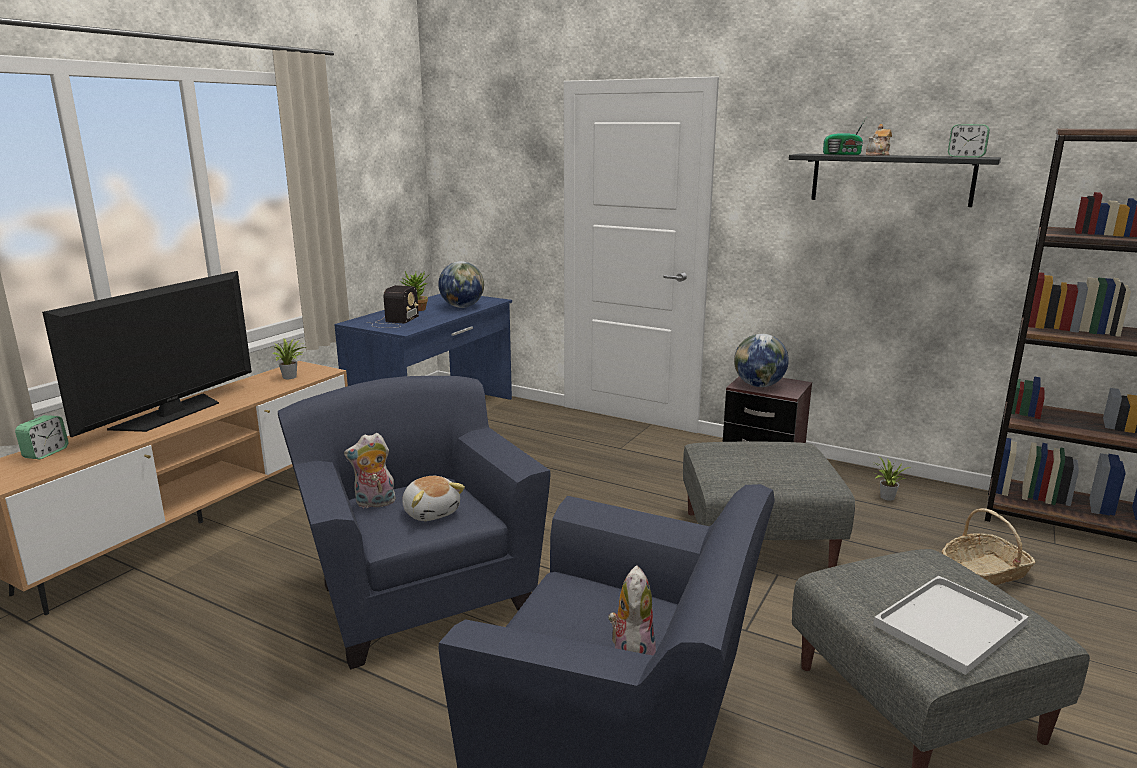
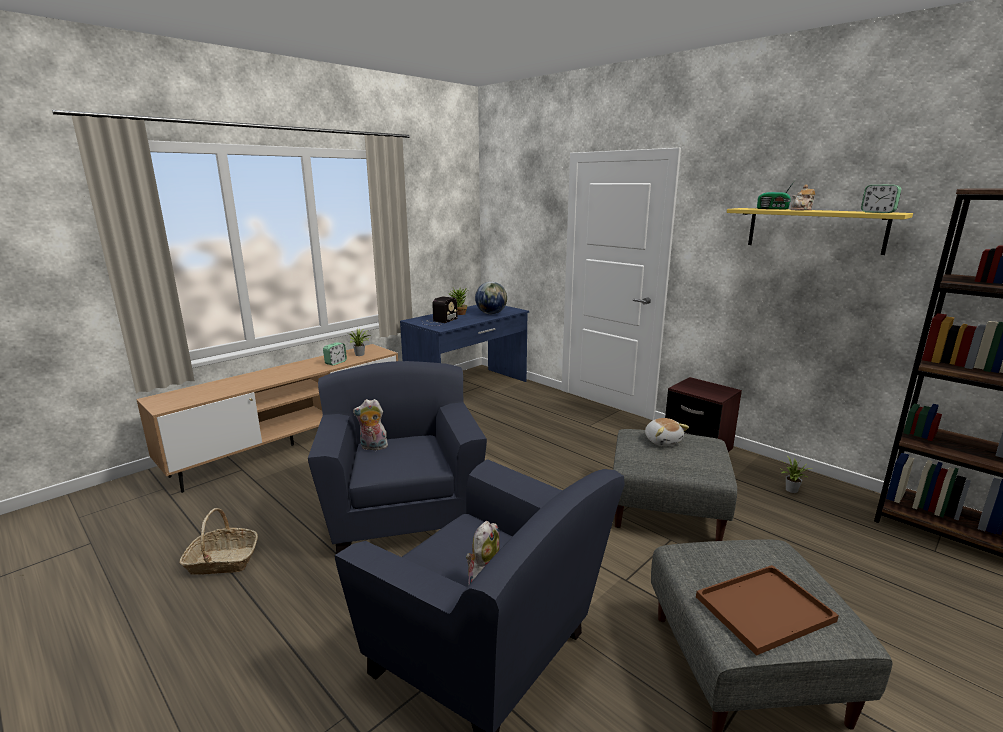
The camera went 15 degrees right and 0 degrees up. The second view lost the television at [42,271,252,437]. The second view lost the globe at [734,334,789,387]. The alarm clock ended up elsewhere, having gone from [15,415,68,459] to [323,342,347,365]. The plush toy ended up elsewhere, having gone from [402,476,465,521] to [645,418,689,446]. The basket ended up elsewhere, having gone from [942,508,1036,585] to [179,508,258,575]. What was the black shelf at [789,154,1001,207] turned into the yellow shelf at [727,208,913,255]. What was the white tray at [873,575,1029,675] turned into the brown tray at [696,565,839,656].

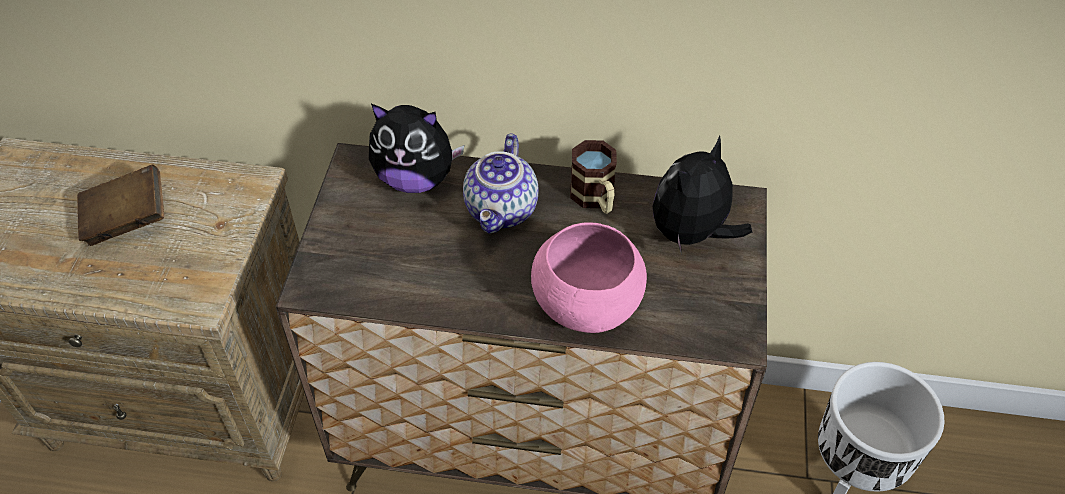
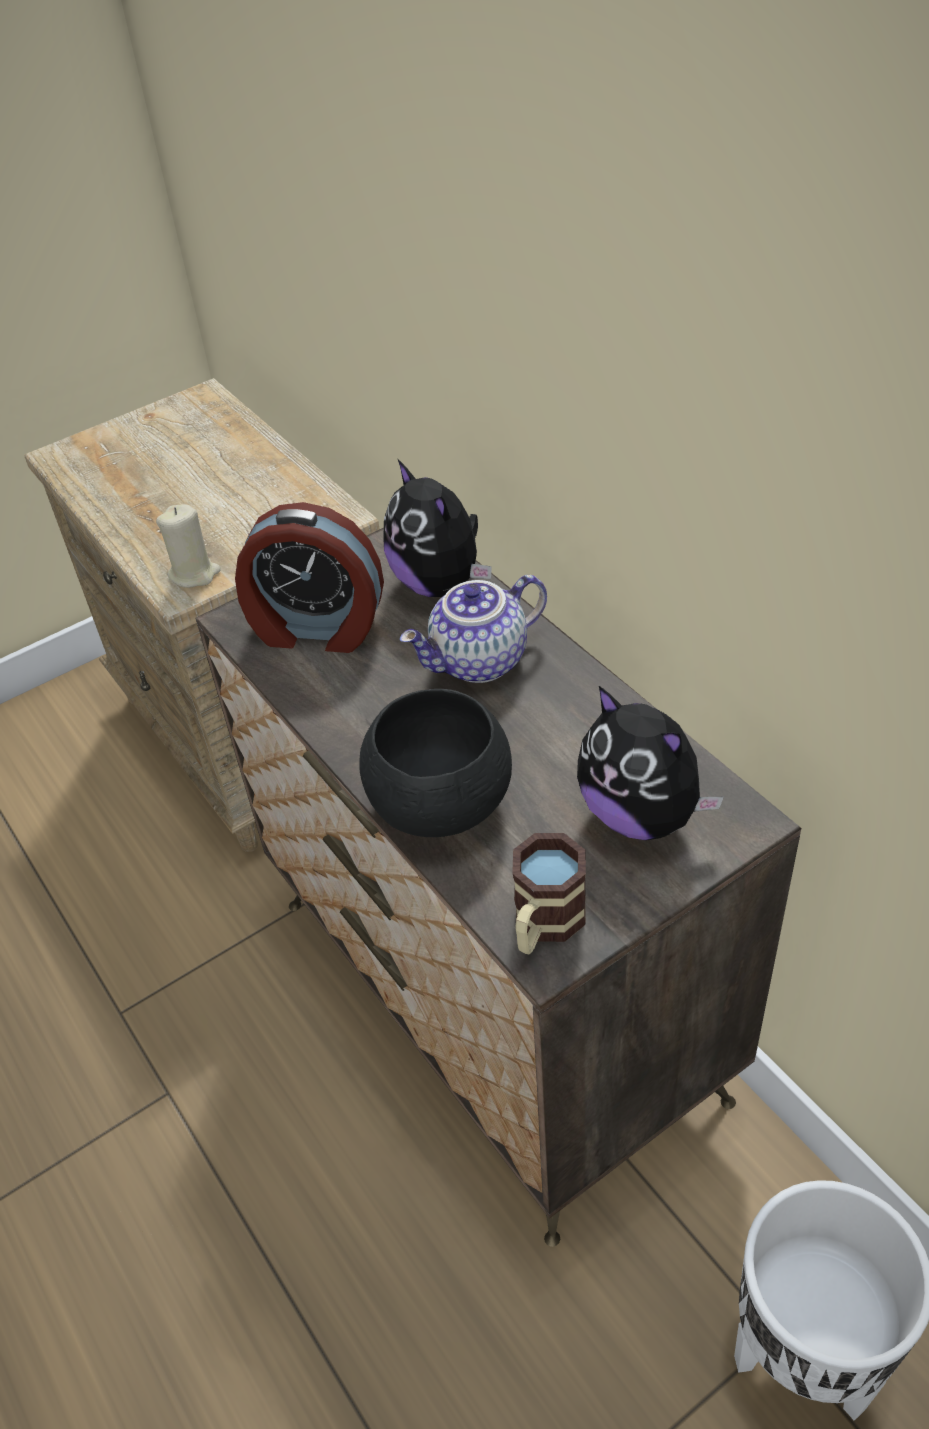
The camera went 50 degrees right and 5 degrees down. The second view lost the brown book at [77,165,164,246]. The second view gained the beige candle at [156,504,221,588]. The second view gained the alarm clock at [235,502,384,653]. The mug ended up elsewhere, having gone from [570,140,617,214] to [512,833,586,954]. What was the pink bowl at [531,222,647,333] turned into the black bowl at [359,689,512,837]. The plush toy at [652,136,752,255] ended up facing another way, 135 degrees counterclockwise from before.

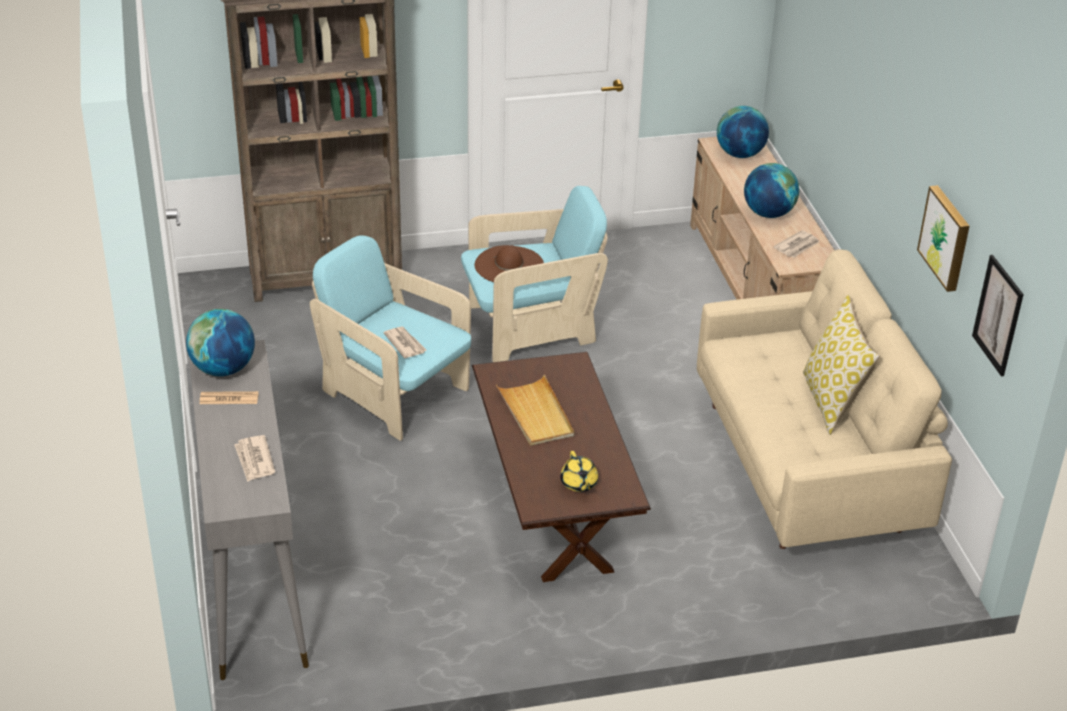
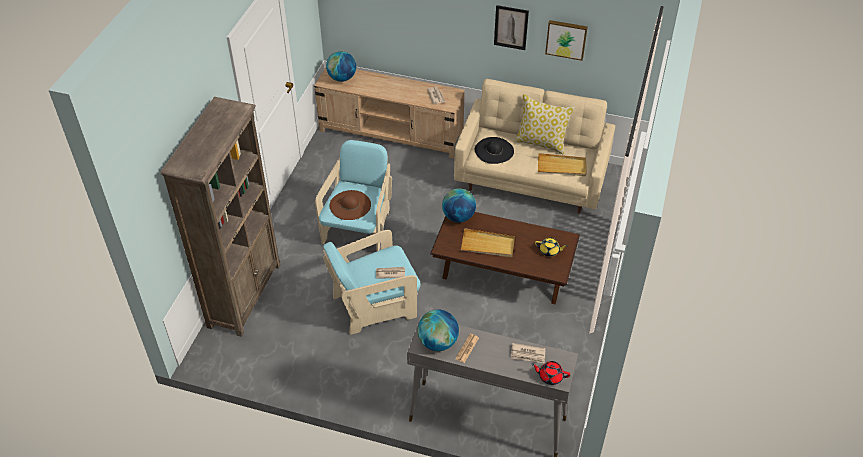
The camera went 60 degrees left and 10 degrees up. The second view gained the black hat at [475,137,514,164]. The second view gained the red teapot at [532,361,570,385]. The second view gained the beige tray at [538,153,587,176]. The globe ended up elsewhere, having gone from [744,163,799,218] to [442,188,476,223]. The picture ended up elsewhere, having gone from [972,255,1024,376] to [494,5,529,50].

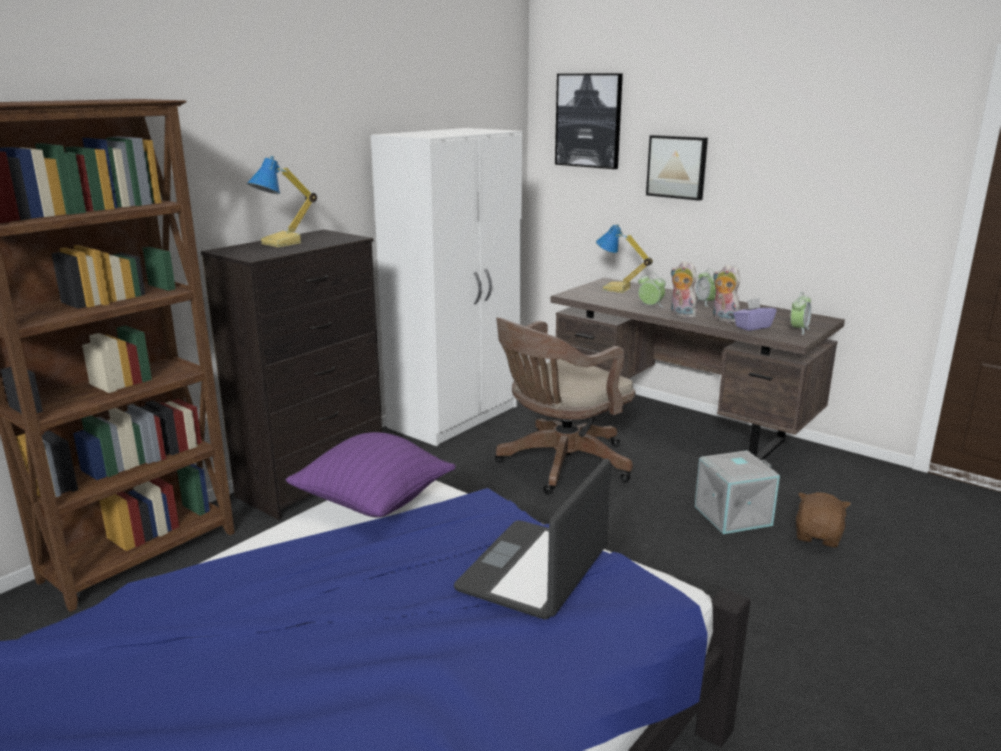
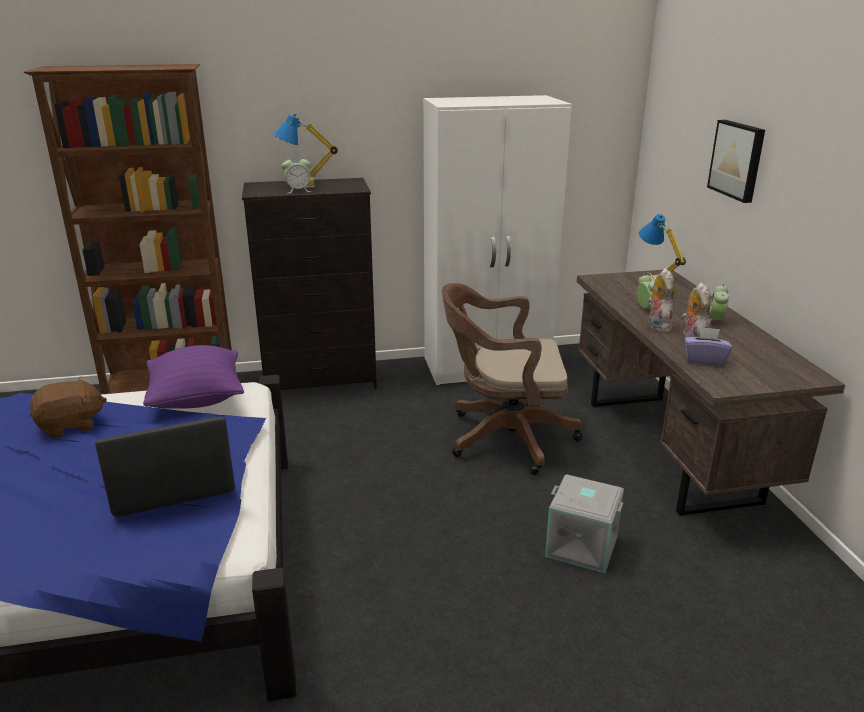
The camera went 40 degrees right and 5 degrees up. The second view lost the picture at [555,74,623,169]. The alarm clock ended up elsewhere, having gone from [790,292,811,335] to [281,154,311,194]. The brown plush toy ended up elsewhere, having gone from [796,492,851,547] to [30,376,107,438].

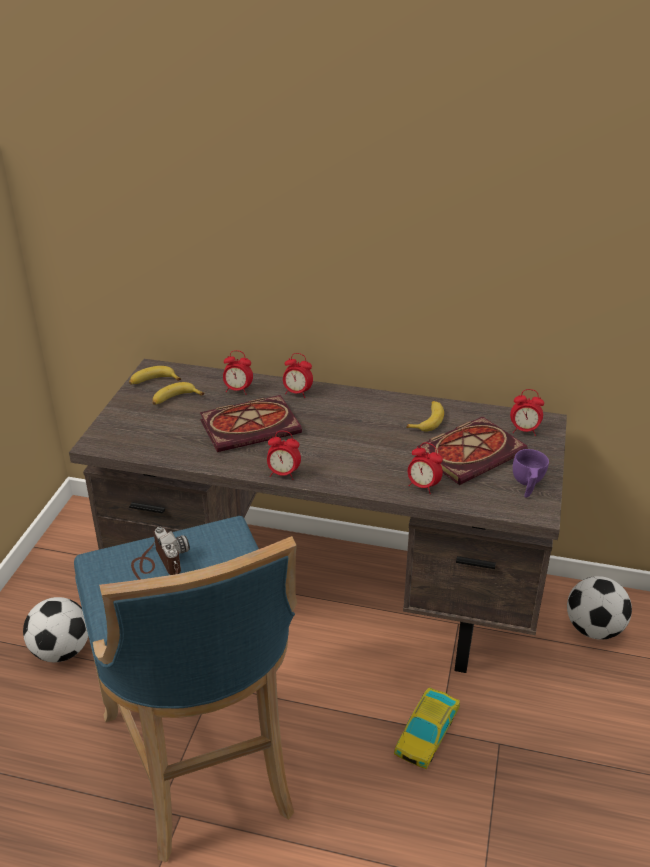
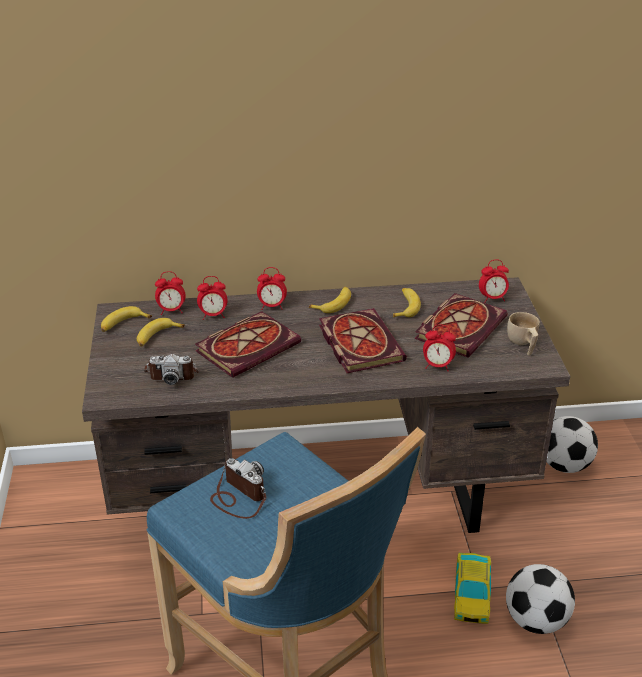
The camera went 20 degrees left and 0 degrees up. The second view gained the photo camera at [144,354,199,385]. The second view gained the banana at [309,287,351,313]. The second view gained the book at [319,308,407,373]. The football ended up elsewhere, having gone from [23,597,88,662] to [506,564,575,634]. The alarm clock ended up elsewhere, having gone from [267,431,301,480] to [155,271,186,315]. What was the purple cup at [513,449,549,498] turned into the beige cup at [507,312,540,356].

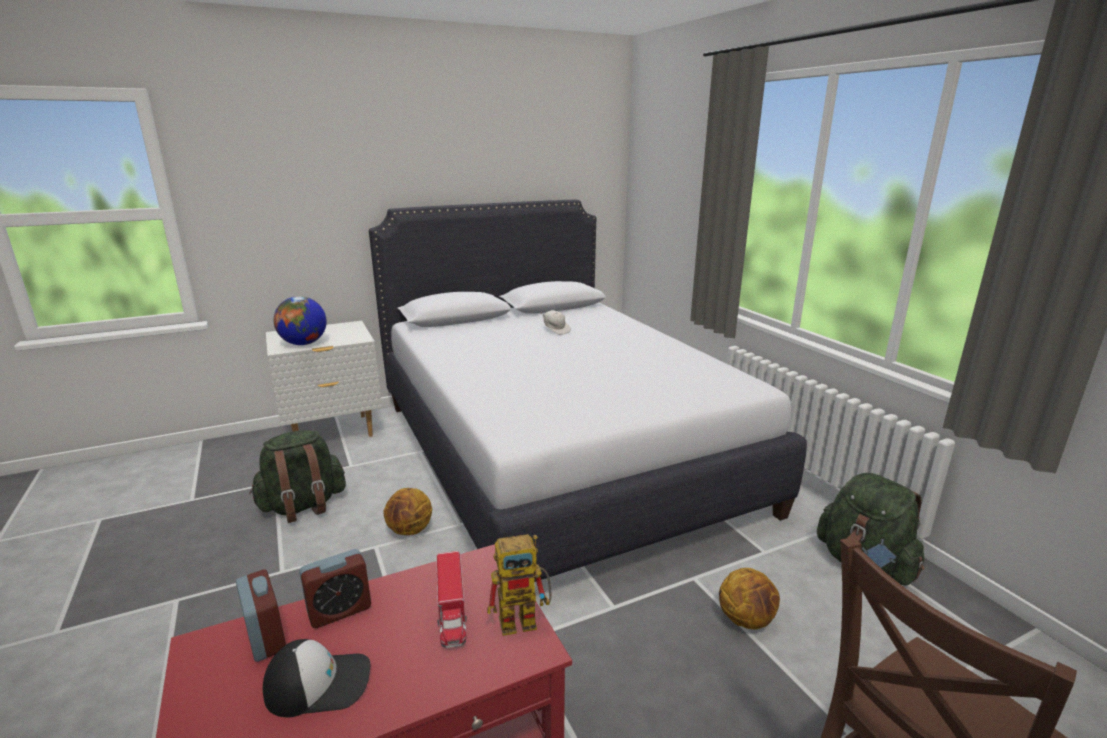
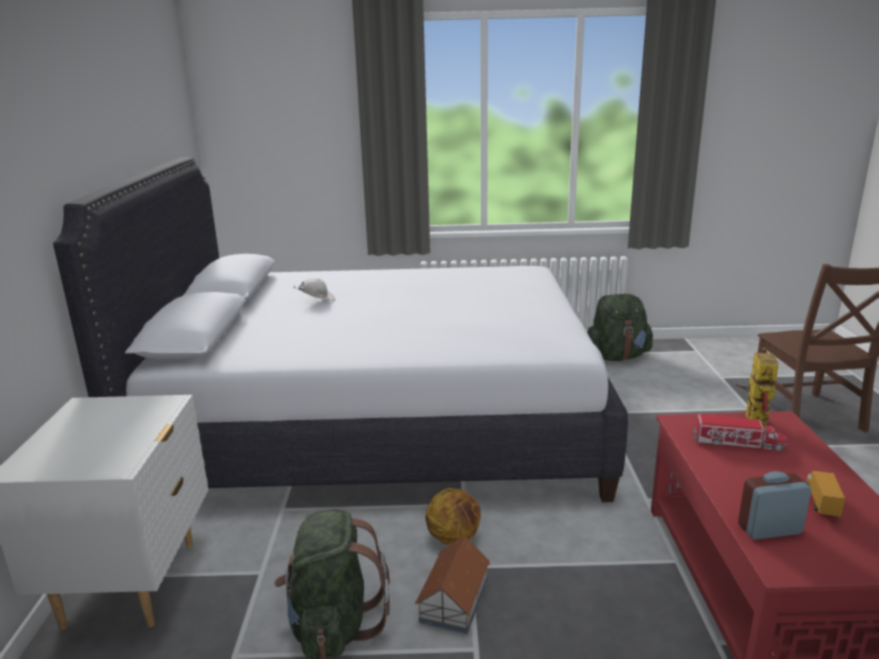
The camera went 65 degrees left and 0 degrees up. The second view lost the globe at [274,296,327,345]. The second view lost the alarm clock at [299,549,371,628]. The second view lost the basketball at [719,568,780,629]. The second view gained the toy house at [415,536,490,634]. Where the cap stood at [263,639,370,717], the toy truck came to stand at [806,471,845,517].

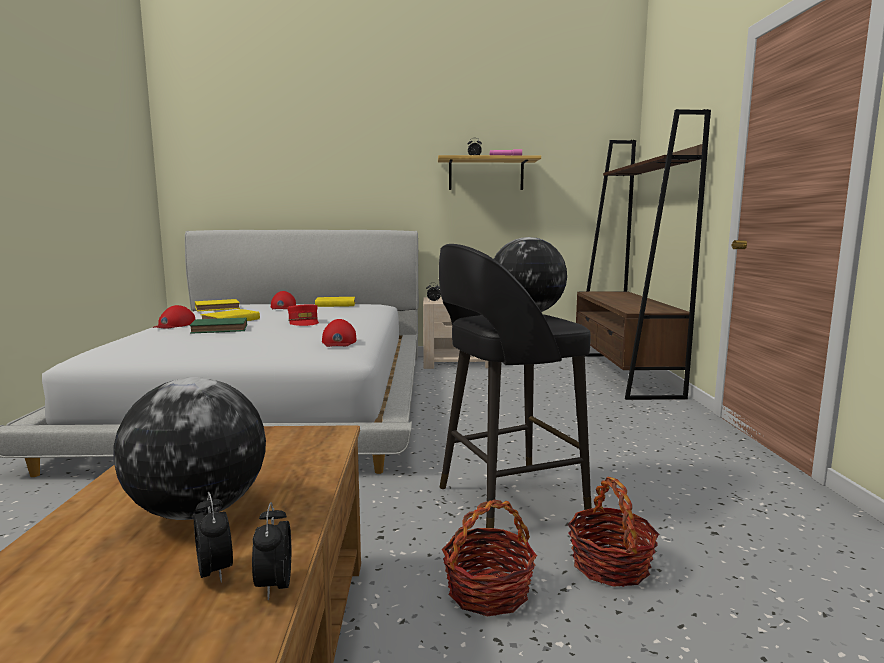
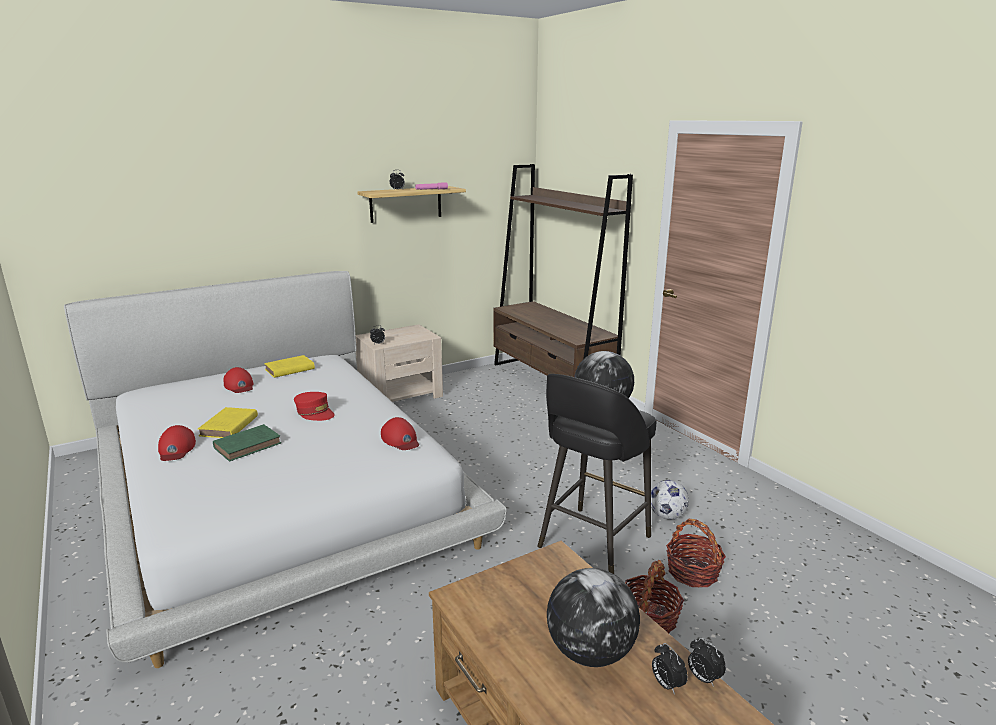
The camera went 30 degrees left and 10 degrees up. The second view lost the yellow book at [195,299,240,311]. The second view gained the football at [651,480,689,520]. The alarm clock at [194,492,233,583] ended up facing another way, 150 degrees counterclockwise from before.

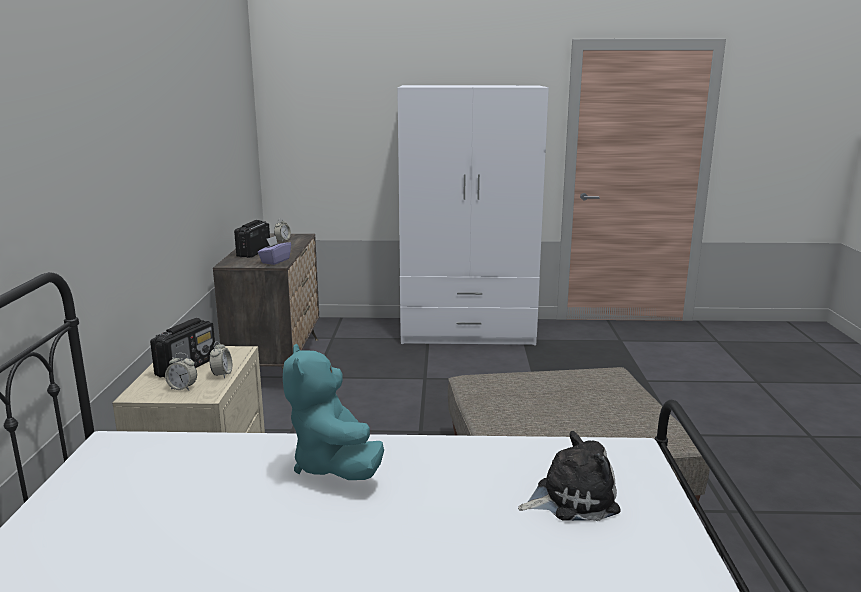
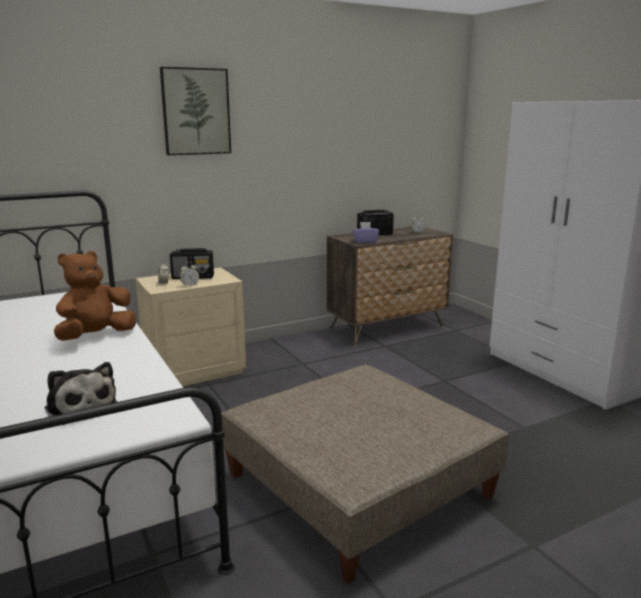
The camera went 60 degrees right and 0 degrees up. The second view gained the picture at [160,67,231,155]. What was the turquoise plush toy at [283,344,384,480] turned into the brown plush toy at [54,251,136,341].

